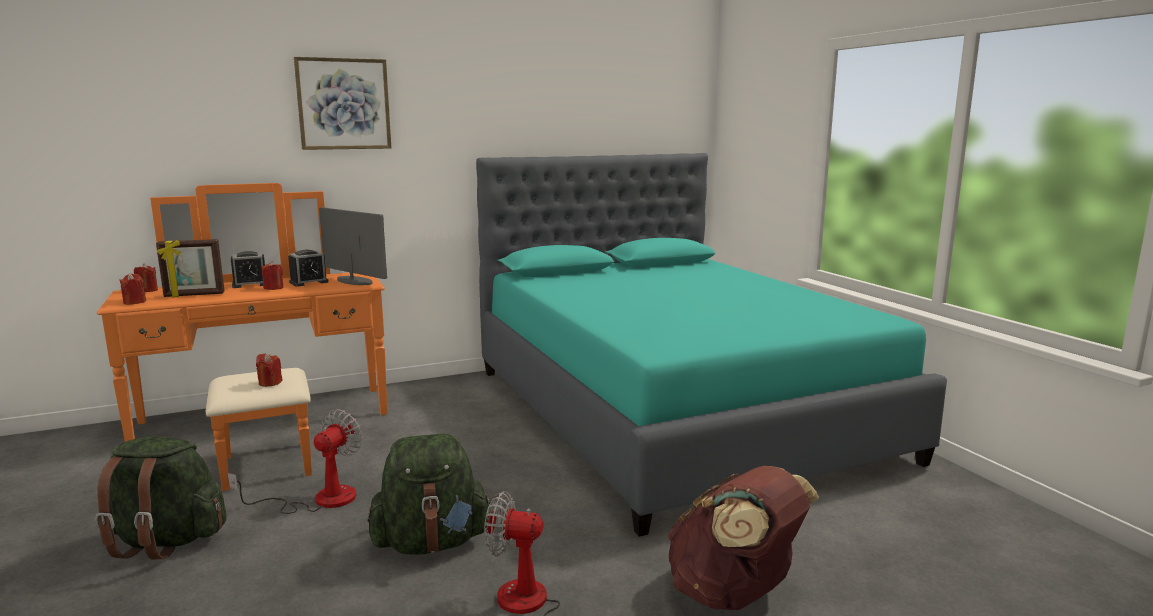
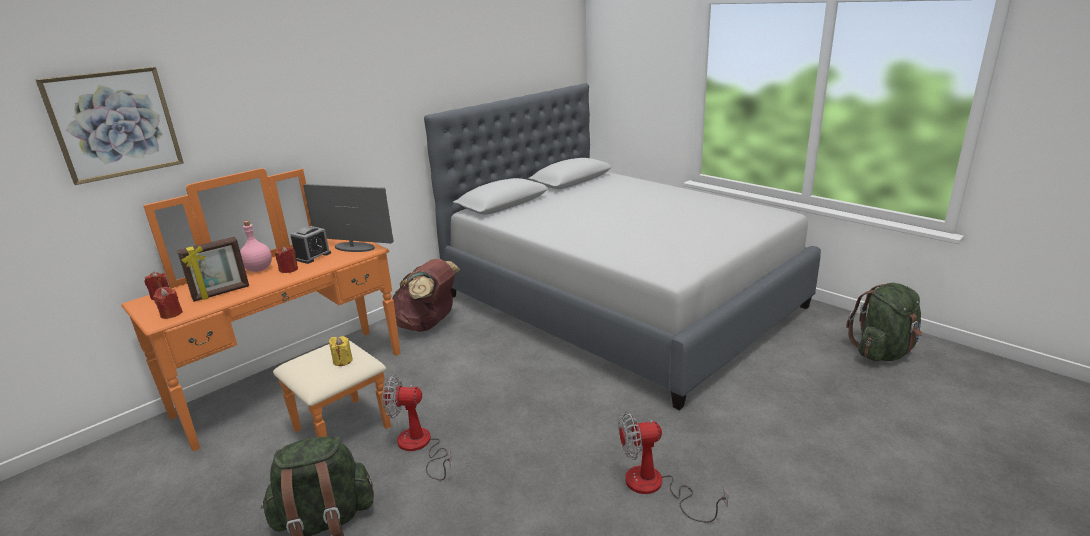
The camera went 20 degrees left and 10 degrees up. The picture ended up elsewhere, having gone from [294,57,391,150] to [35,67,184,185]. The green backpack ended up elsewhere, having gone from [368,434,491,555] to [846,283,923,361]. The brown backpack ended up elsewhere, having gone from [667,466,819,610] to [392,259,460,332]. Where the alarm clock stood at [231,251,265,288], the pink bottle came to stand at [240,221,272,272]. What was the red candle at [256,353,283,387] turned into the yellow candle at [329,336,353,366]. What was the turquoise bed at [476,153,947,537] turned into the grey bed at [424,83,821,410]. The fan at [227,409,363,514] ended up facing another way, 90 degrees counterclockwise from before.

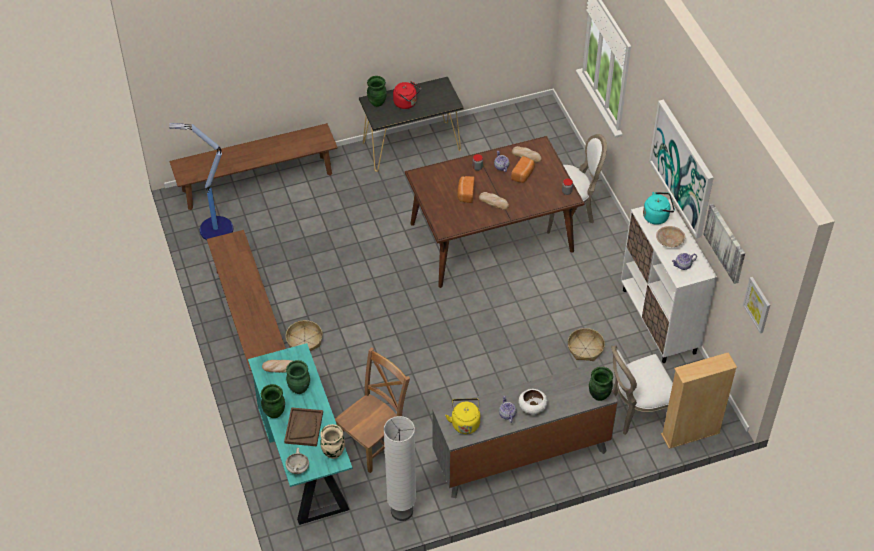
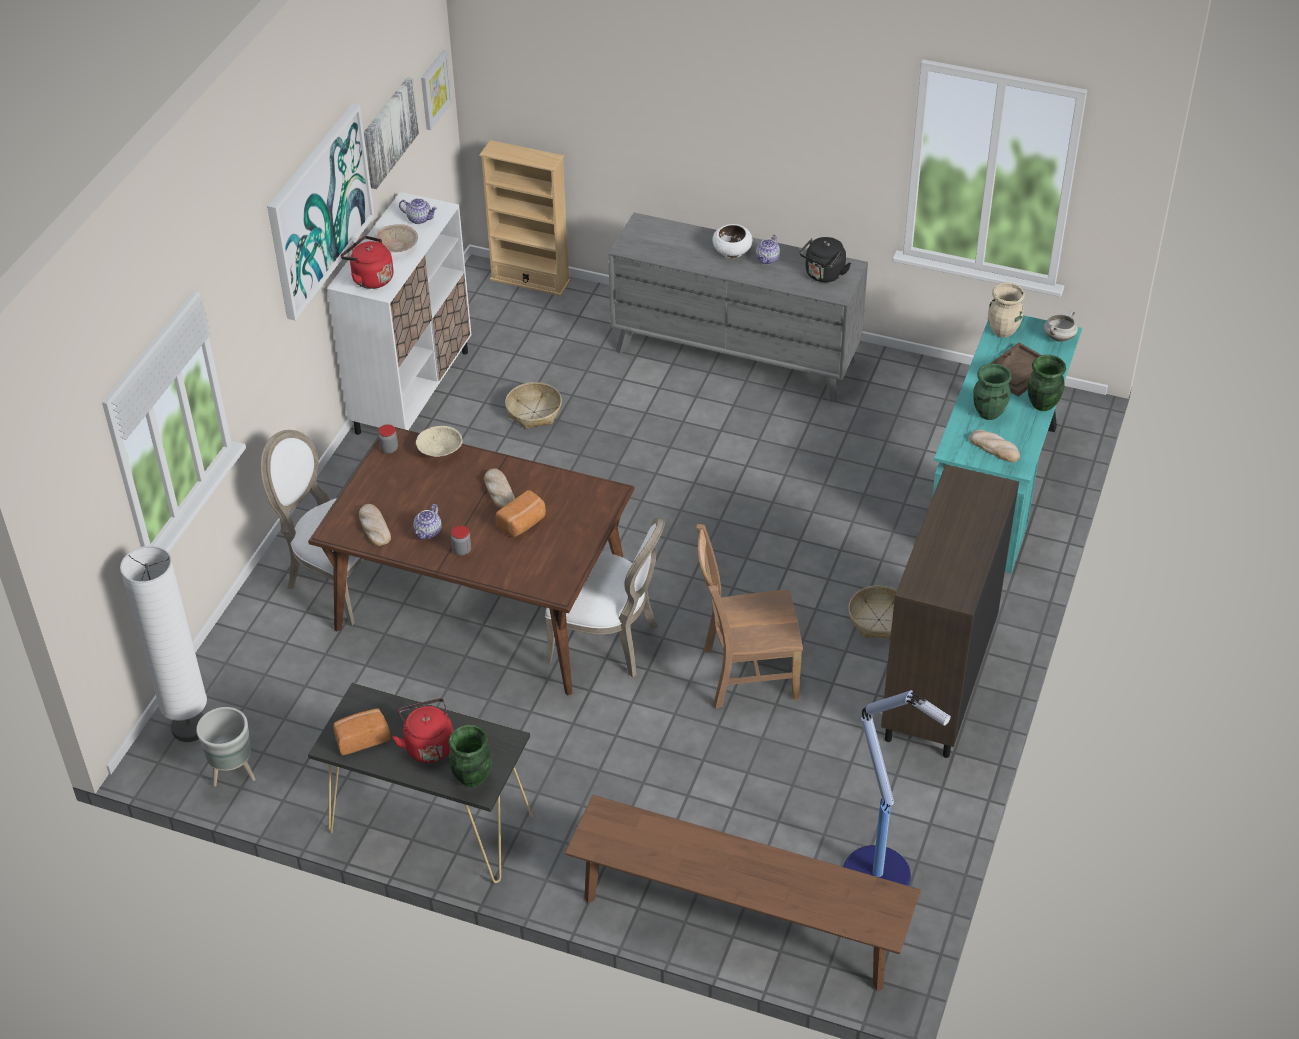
The camera went 140 degrees left and 5 degrees down. The second view lost the green vase at [589,367,613,401]. The second view gained the grey planter at [196,707,256,787]. The second view gained the beige bowl at [416,426,463,457]. The brown chair ended up elsewhere, having gone from [335,348,410,473] to [696,524,803,709]. The white floor lamp ended up elsewhere, having gone from [384,416,416,521] to [120,546,207,742]. The bread ended up elsewhere, having gone from [511,156,535,183] to [333,708,390,755]. The white chair ended up elsewhere, having gone from [611,345,673,435] to [545,518,665,677]. Where the brown bench stood at [207,230,286,371], the brown cabinet came to stand at [881,464,1019,758]. What was the yellow kettle at [445,398,480,434] turned into the black kettle at [799,237,851,282]. What was the turquoise kettle at [643,192,675,225] turned into the red kettle at [341,236,394,289].

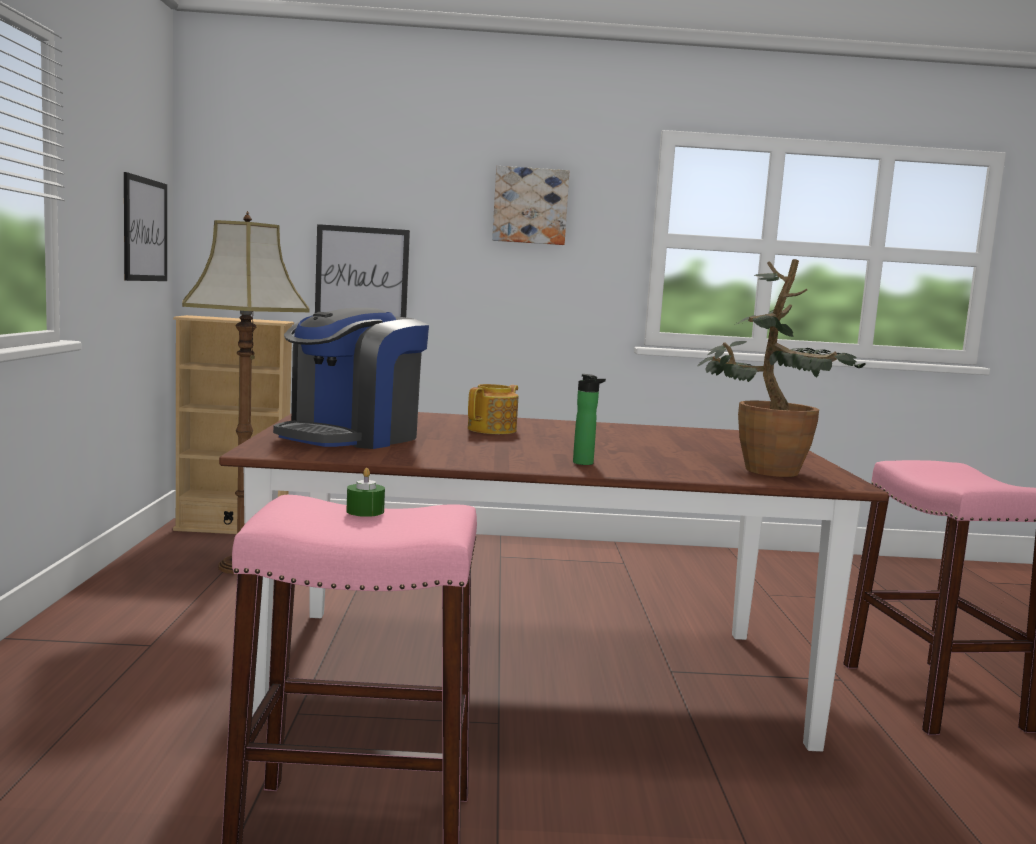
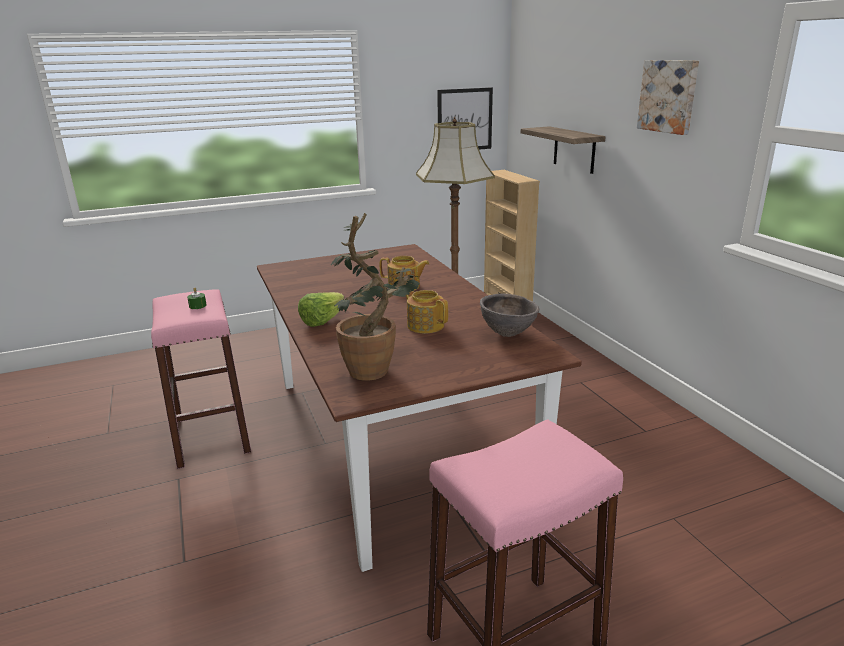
The camera went 70 degrees right and 15 degrees up. The second view lost the coffee machine at [273,308,429,449]. The second view gained the teapot at [406,290,448,333]. The second view gained the brown bowl at [480,294,539,337]. Where the picture hung at [315,224,410,317], the shelf came to hang at [521,126,606,174]. Where the bottle stood at [573,374,606,465], the lettuce came to stand at [298,292,344,327].

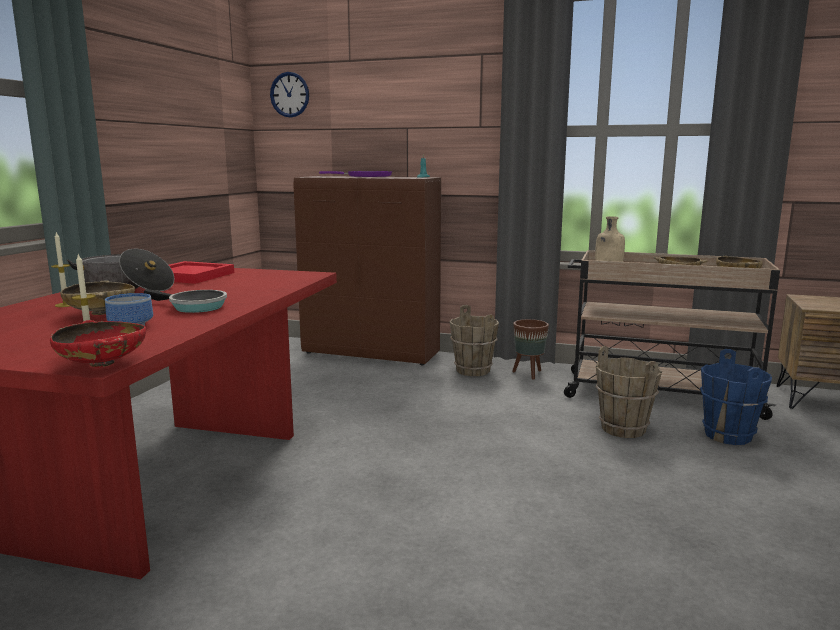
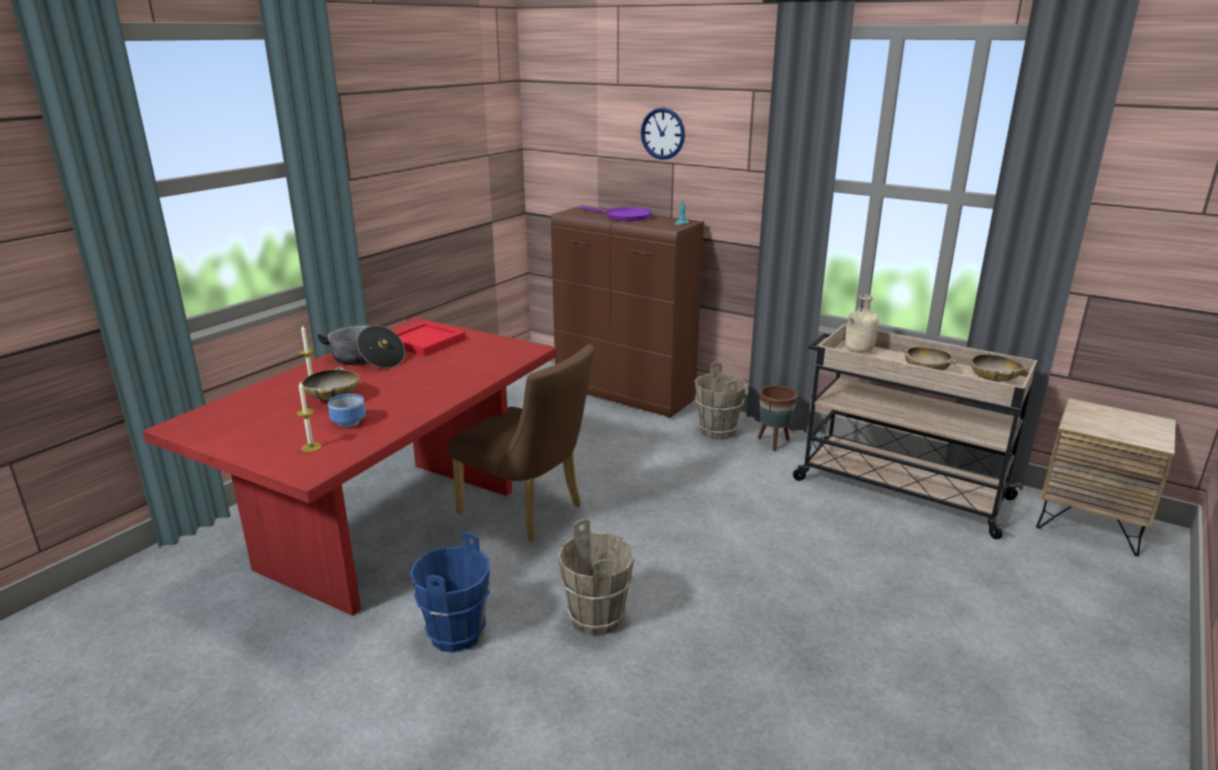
The camera went 15 degrees right and 10 degrees up. The second view lost the red bowl at [50,320,146,367]. The second view lost the frying pan at [144,289,227,313]. The second view gained the brown chair at [448,344,595,542]. The wall clock ended up elsewhere, having gone from [270,72,309,118] to [641,108,685,160]. The brown bucket ended up elsewhere, having gone from [595,346,662,438] to [558,519,635,636]. The blue bucket ended up elsewhere, having gone from [700,349,772,445] to [410,532,490,653].

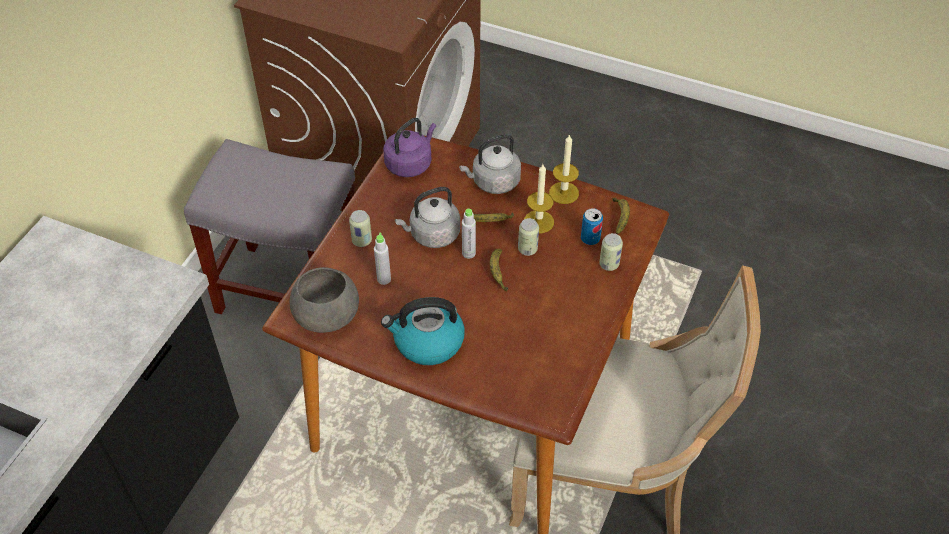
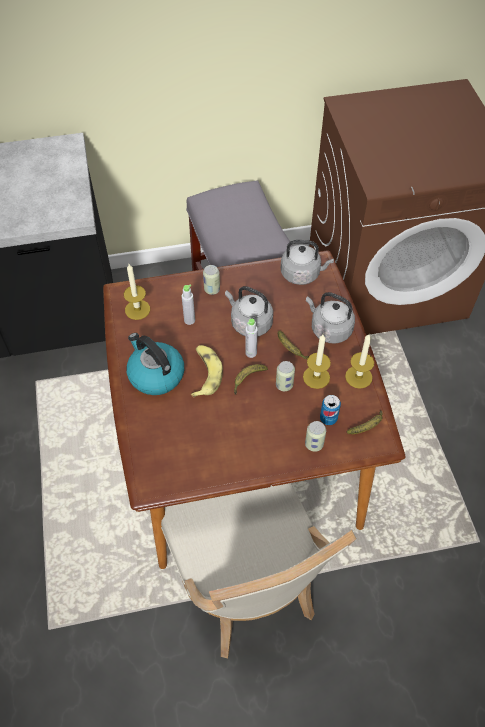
The camera went 55 degrees right and 5 degrees up. The second view gained the banana at [191,345,223,398]. Where the grey bowl stood at [290,267,359,333], the candle came to stand at [124,264,150,320]. What was the purple kettle at [383,118,436,177] turned into the grey kettle at [281,240,334,285].

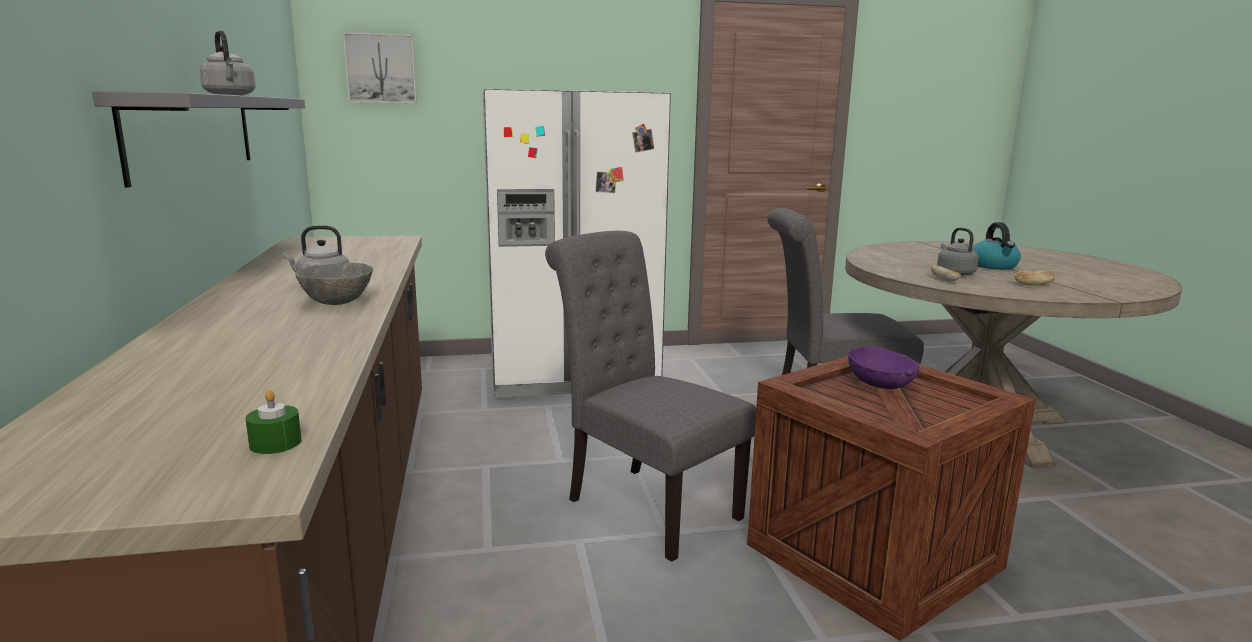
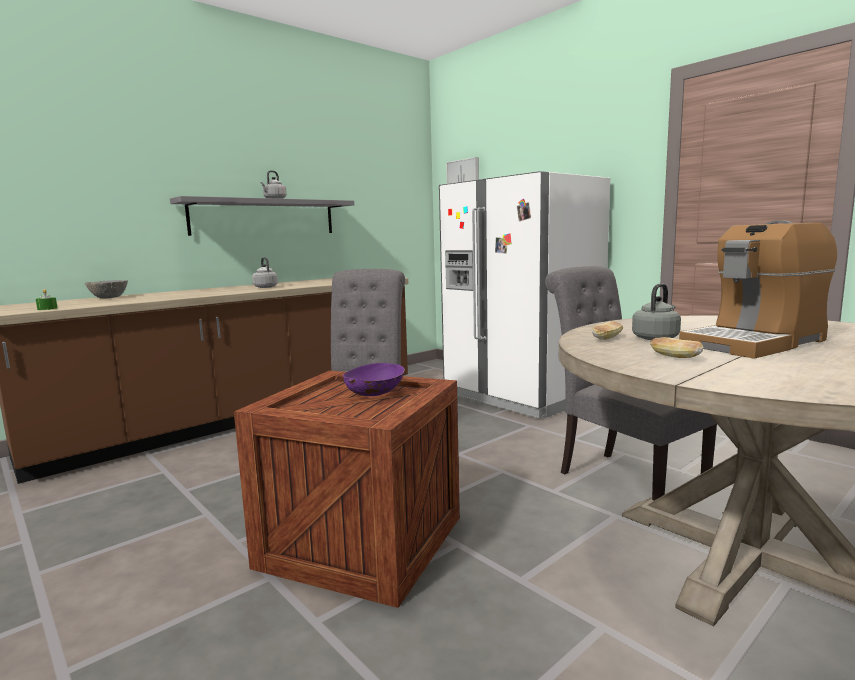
The camera went 60 degrees right and 5 degrees down. The grey bowl ended up elsewhere, having gone from [295,263,373,305] to [85,280,128,299]. Where the kettle stood at [973,222,1021,270], the coffee machine came to stand at [679,220,837,359].

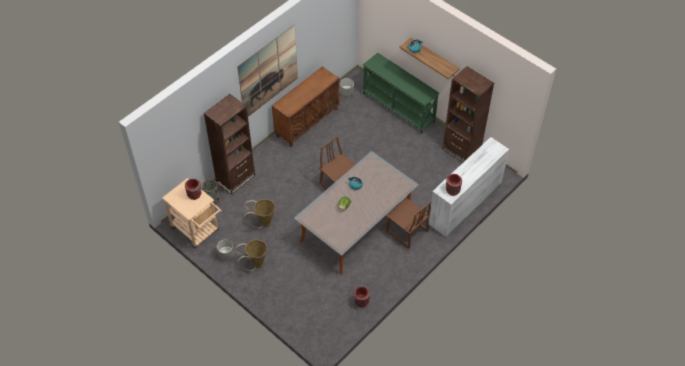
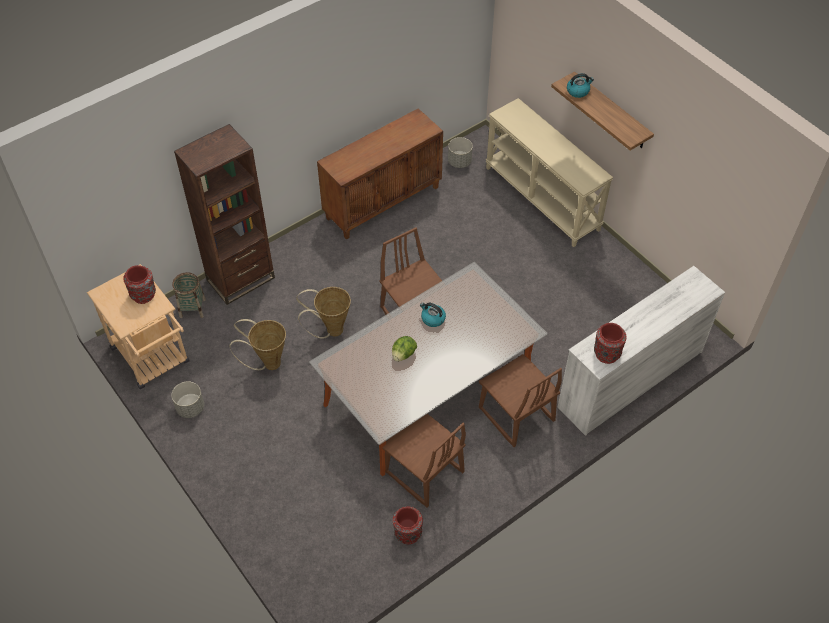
The camera went 10 degrees right and 0 degrees up. The second view lost the picture at [237,25,298,117]. The second view lost the brown bookcase at [442,66,494,163]. The second view gained the brown chair at [383,414,466,507]. The basket ended up elsewhere, having gone from [234,240,267,271] to [296,287,351,339]. What was the green console table at [362,53,439,134] turned into the beige console table at [486,98,613,247].

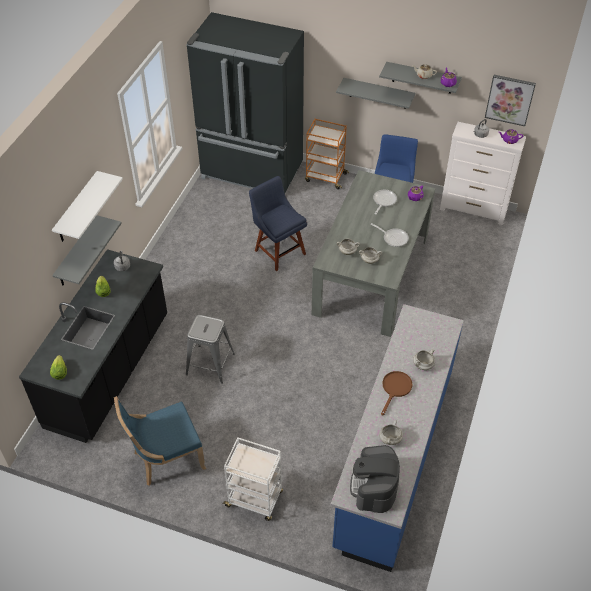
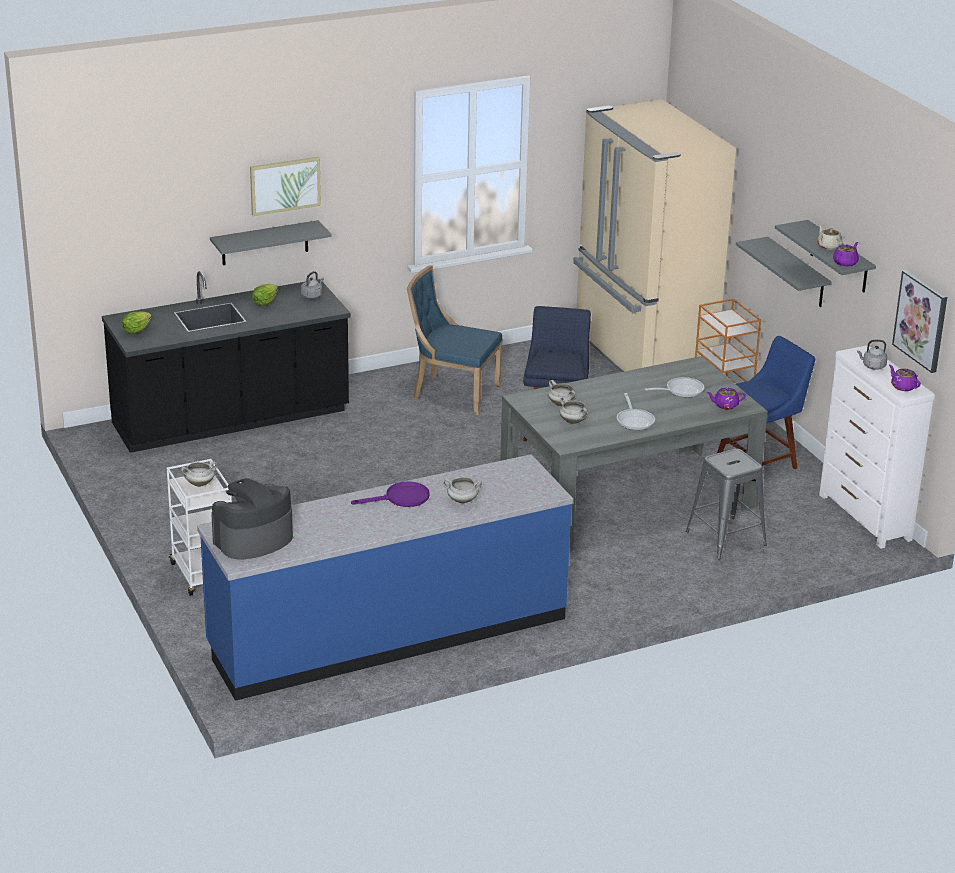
The camera went 45 degrees right and 20 degrees down. The blue chair ended up elsewhere, having gone from [114,396,206,486] to [407,265,503,415]. The grey stool ended up elsewhere, having gone from [186,315,235,384] to [686,449,767,559]. The white cooking pot ended up elsewhere, having gone from [379,420,403,445] to [181,461,217,487]. Where the white shelf hung at [52,171,123,242], the picture came to hang at [250,157,321,216]. What was the black fridge at [186,12,304,193] turned into the beige fridge at [573,99,736,372]. What was the brown frying pan at [381,371,412,415] turned into the purple frying pan at [351,481,430,507].

